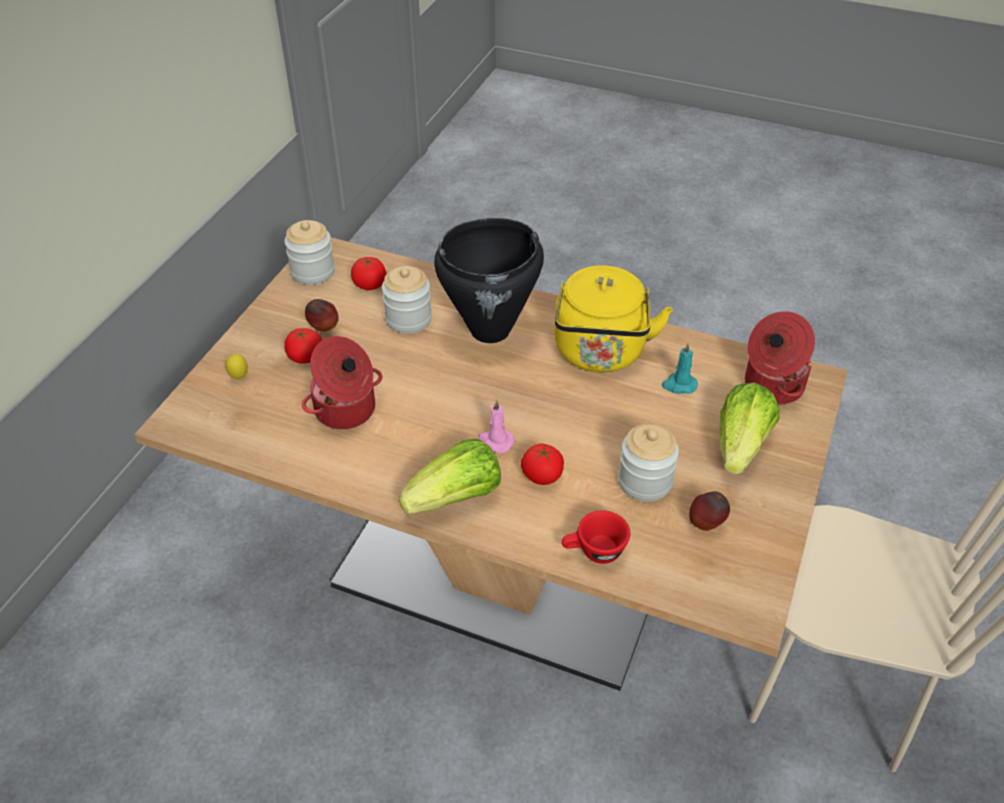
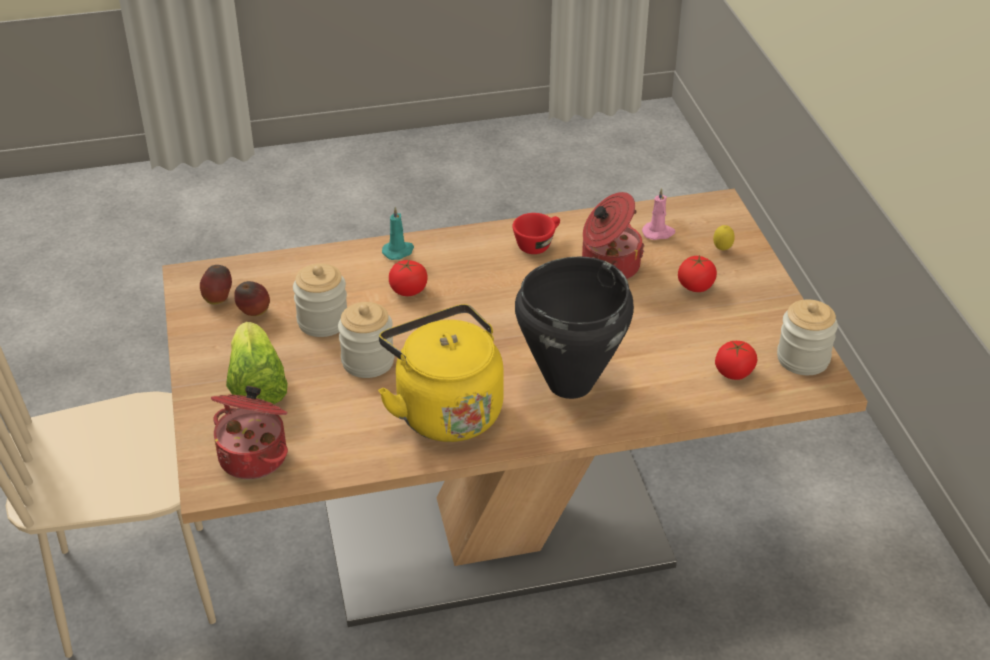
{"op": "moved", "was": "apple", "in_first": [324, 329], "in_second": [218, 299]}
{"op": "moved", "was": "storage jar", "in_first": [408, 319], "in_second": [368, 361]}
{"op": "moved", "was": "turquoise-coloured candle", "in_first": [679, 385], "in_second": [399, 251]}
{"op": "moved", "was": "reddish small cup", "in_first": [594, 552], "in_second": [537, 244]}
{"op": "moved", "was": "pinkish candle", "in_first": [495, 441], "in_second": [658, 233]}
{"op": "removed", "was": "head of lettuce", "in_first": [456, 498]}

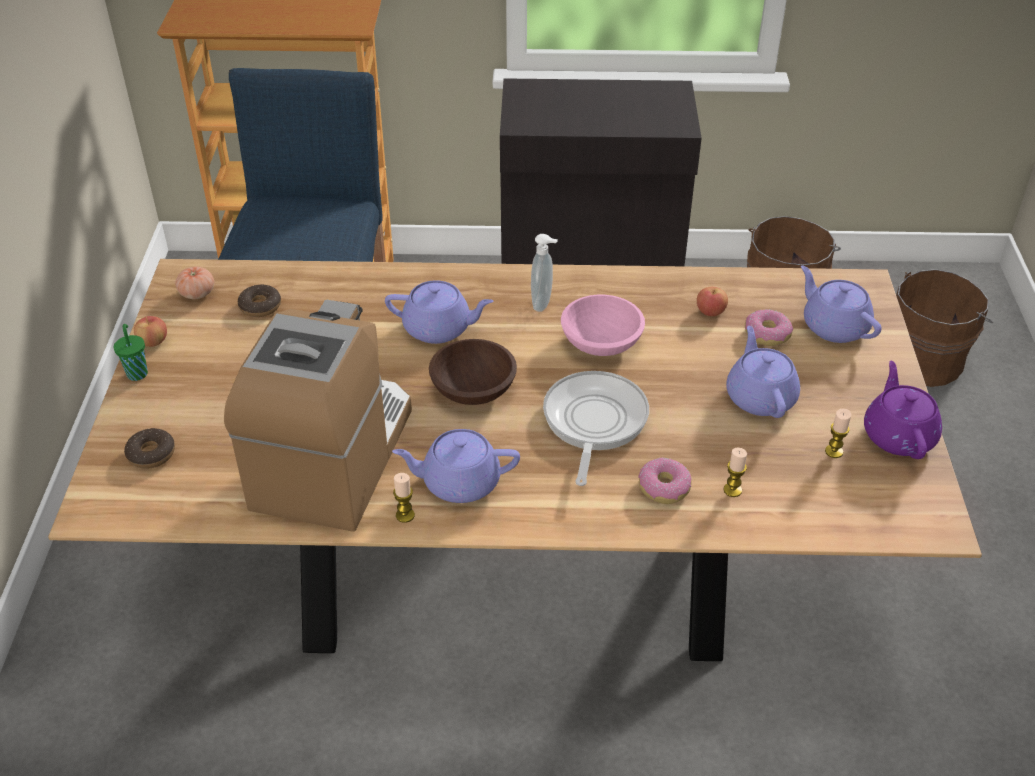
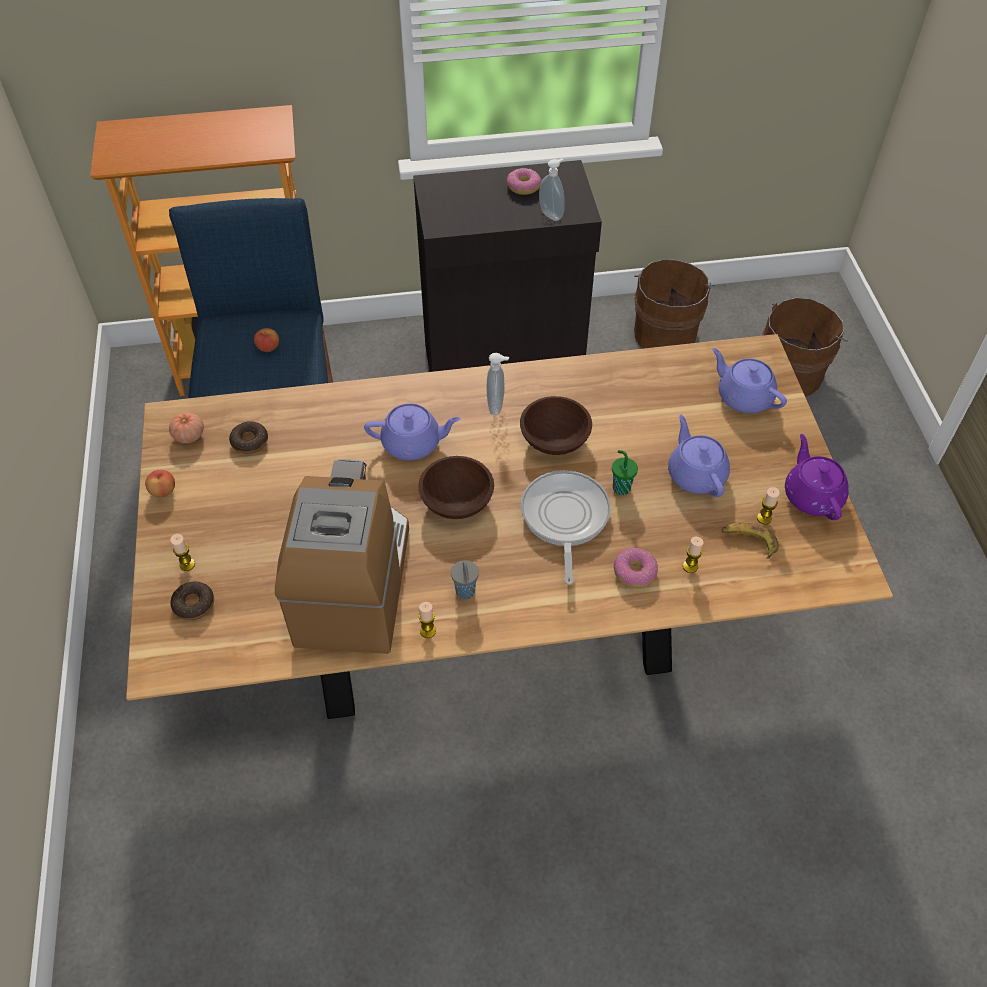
{"op": "added", "now": "candle", "in_second": [187, 564]}
{"op": "moved", "was": "apple", "in_first": [710, 311], "in_second": [268, 347]}
{"op": "replaced", "was": "purplish teapot", "now": "grey small cup", "in_first": [459, 482], "in_second": [465, 593]}
{"op": "moved", "was": "doughnut", "in_first": [766, 334], "in_second": [523, 187]}
{"op": "recoloured", "was": "pinkish deep dish", "now": "brown deep dish", "in_first": [601, 344], "in_second": [554, 440]}
{"op": "added", "now": "liquid soap bottle", "in_second": [552, 214]}
{"op": "moved", "was": "green small cup", "in_first": [137, 373], "in_second": [621, 487]}
{"op": "added", "now": "banana", "in_second": [748, 541]}

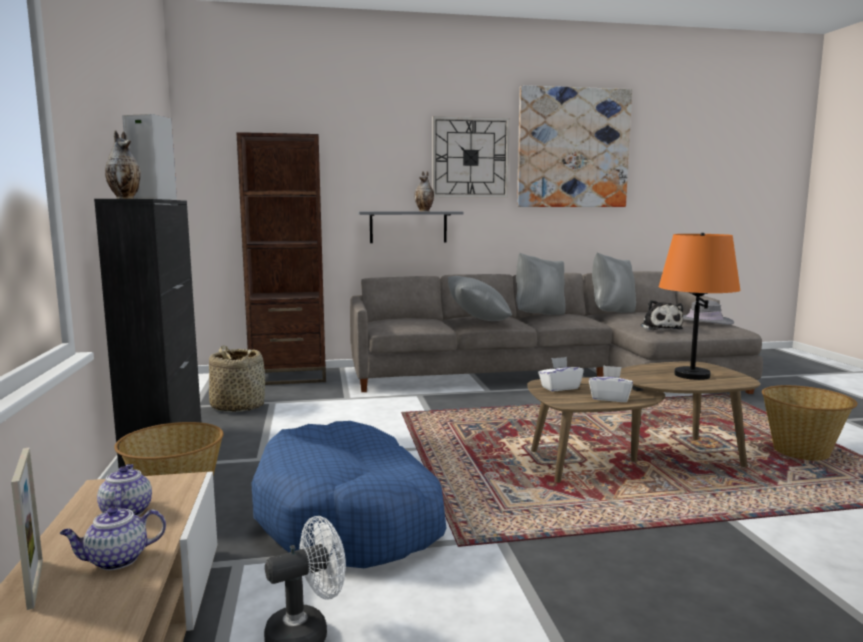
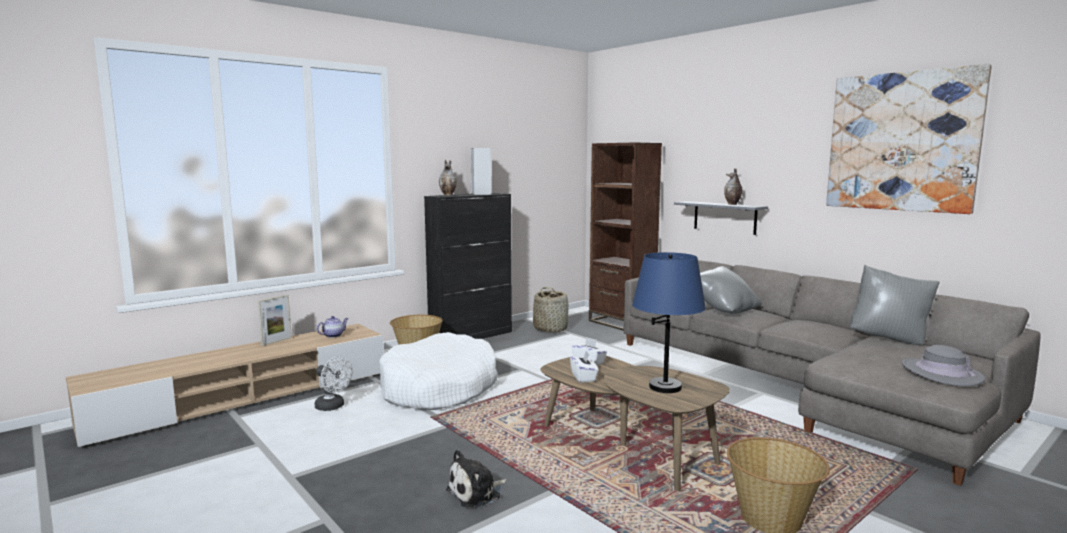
{"op": "recoloured", "was": "blue-coloured dog bed", "now": "white dog bed", "in_first": [350, 518], "in_second": [438, 388]}
{"op": "moved", "was": "soft toy", "in_first": [660, 328], "in_second": [477, 493]}
{"op": "recoloured", "was": "orange-coloured lamp for a table", "now": "blue-coloured lamp for a table", "in_first": [691, 375], "in_second": [665, 387]}
{"op": "removed", "was": "teapot", "in_first": [116, 560]}
{"op": "removed", "was": "hanging clock", "in_first": [470, 157]}
{"op": "removed", "was": "grey cushion", "in_first": [539, 315]}

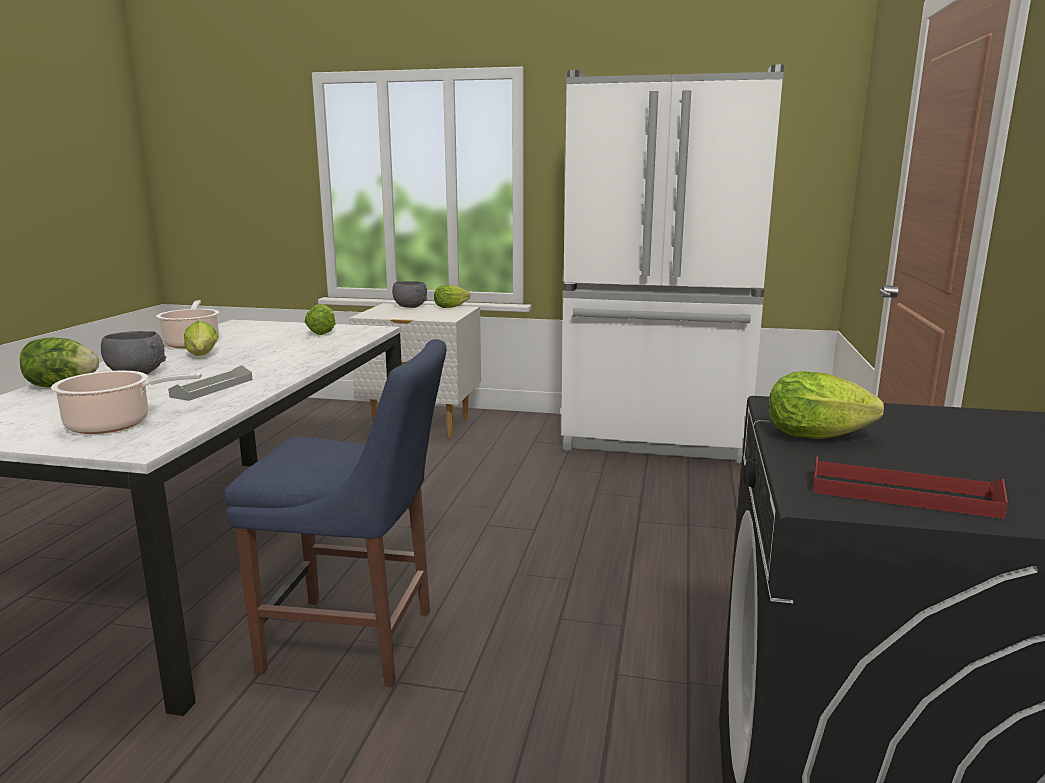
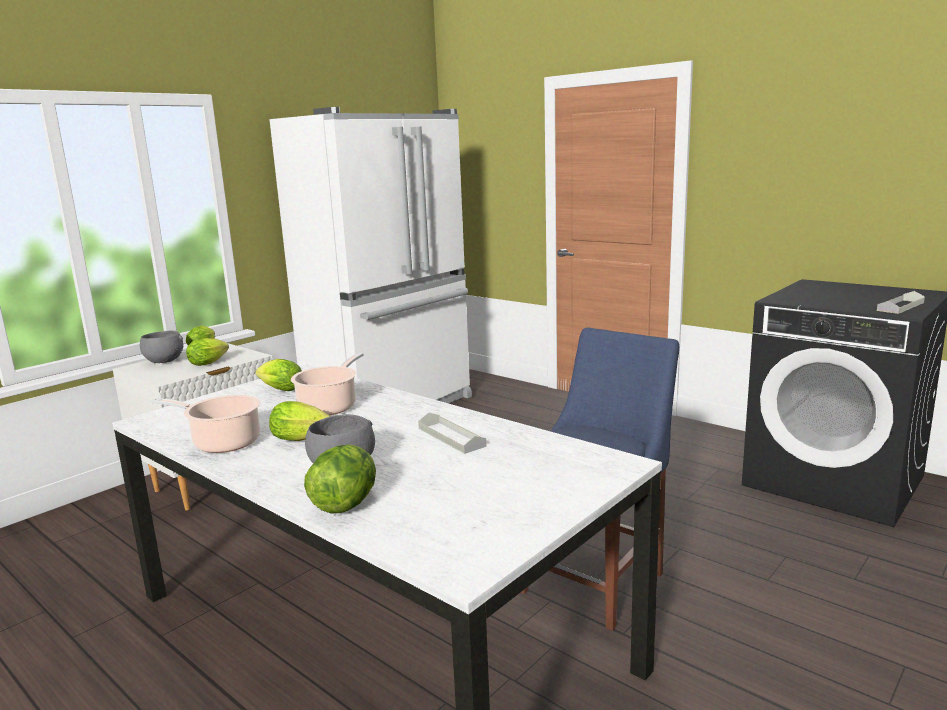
{"op": "moved", "was": "head of lettuce", "in_first": [822, 436], "in_second": [210, 363]}
{"op": "moved", "was": "saucepot", "in_first": [114, 424], "in_second": [329, 406]}
{"op": "recoloured", "was": "reddish tray", "now": "grey tray", "in_first": [902, 495], "in_second": [900, 306]}

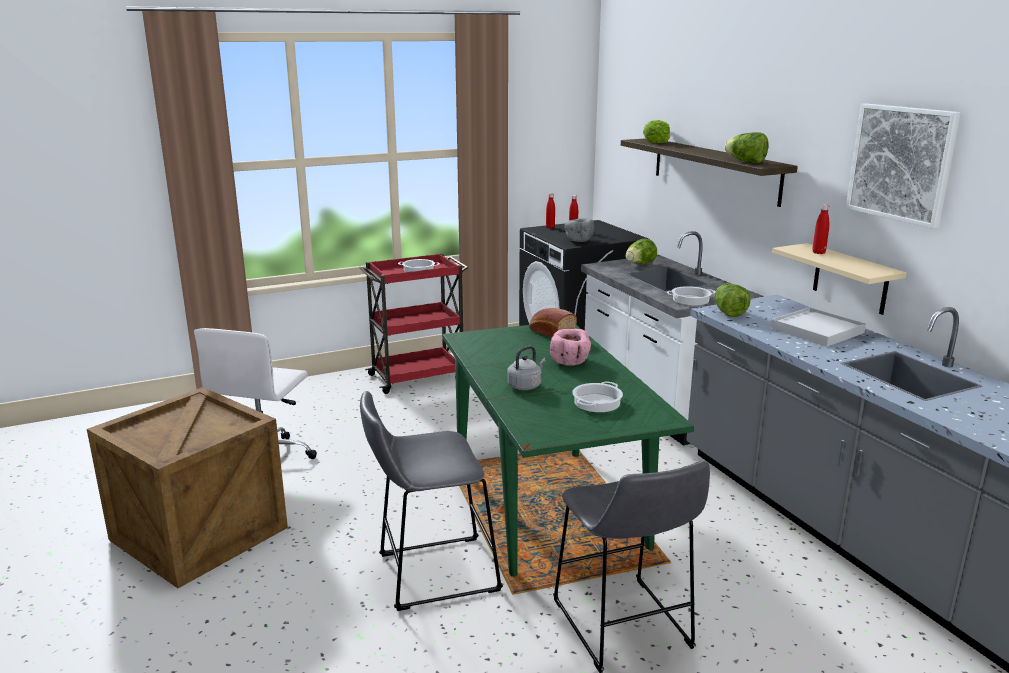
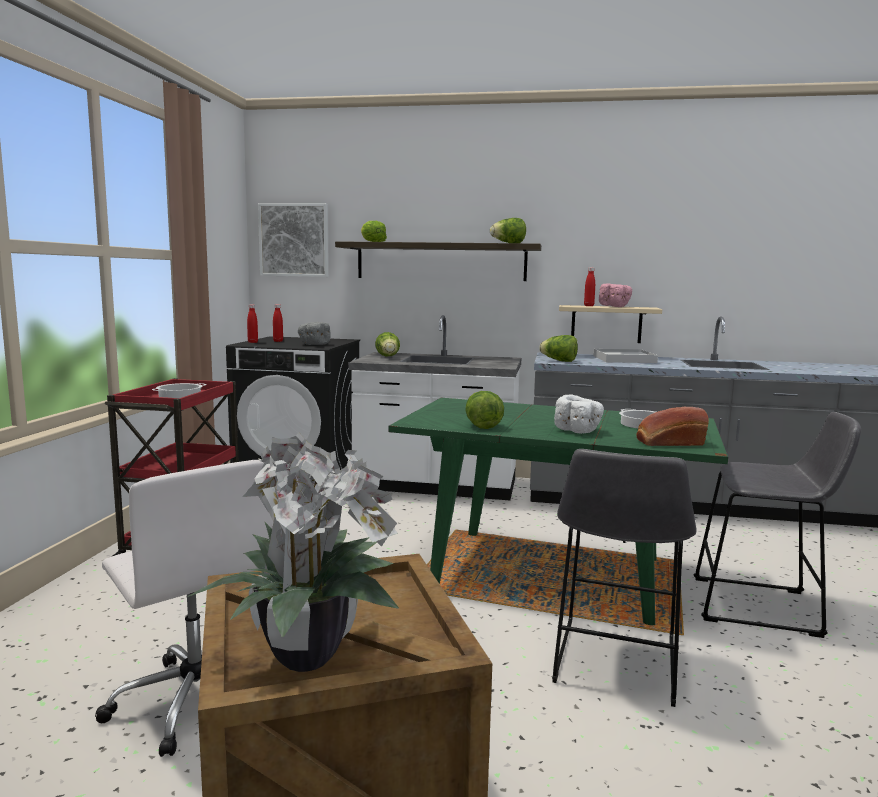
{"op": "added", "now": "potted plant", "in_second": [304, 654]}
{"op": "moved", "was": "wall picture", "in_first": [901, 163], "in_second": [294, 240]}
{"op": "added", "now": "head of lettuce", "in_second": [481, 425]}
{"op": "replaced", "was": "grey water kettle", "now": "white deep dish", "in_first": [525, 386], "in_second": [578, 430]}
{"op": "moved", "was": "pinkish deep dish", "in_first": [570, 361], "in_second": [614, 306]}
{"op": "moved", "was": "bread", "in_first": [550, 332], "in_second": [668, 442]}
{"op": "removed", "was": "saucepot", "in_first": [691, 299]}

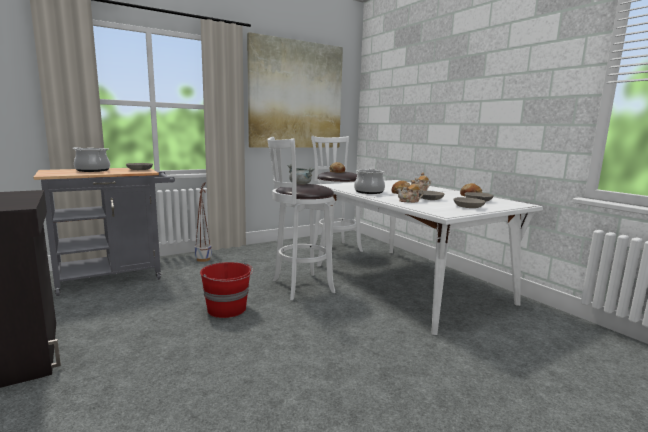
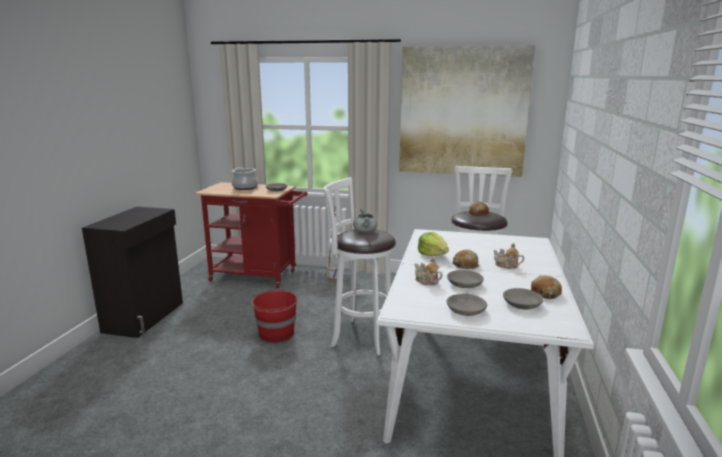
{"op": "recoloured", "was": "grey trolley", "now": "reddish trolley", "in_first": [117, 277], "in_second": [258, 276]}
{"op": "replaced", "was": "saucepot", "now": "head of lettuce", "in_first": [369, 192], "in_second": [433, 254]}

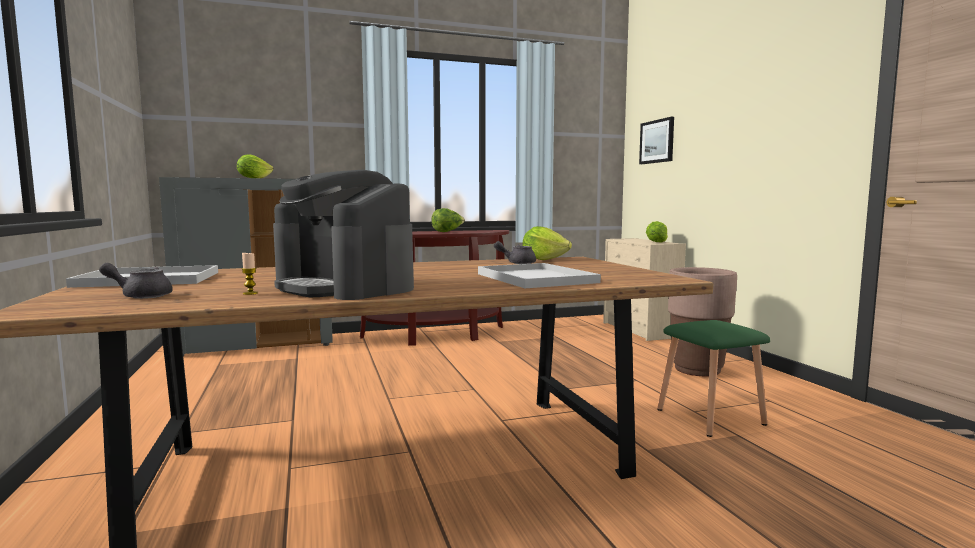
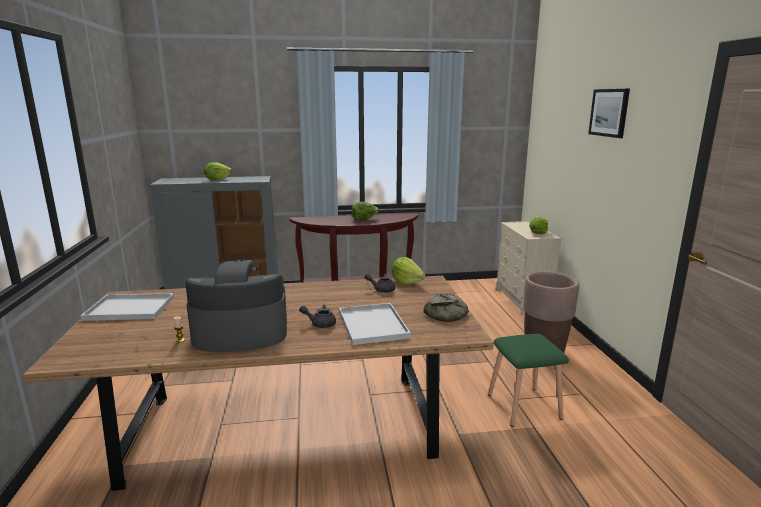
{"op": "turned", "was": "coffee machine", "in_first": [345, 287], "in_second": [240, 333], "clockwise": 120}
{"op": "moved", "was": "grey teapot", "in_first": [141, 296], "in_second": [320, 323]}
{"op": "added", "now": "bread", "in_second": [447, 314]}
{"op": "moved", "was": "wall picture", "in_first": [657, 141], "in_second": [609, 112]}

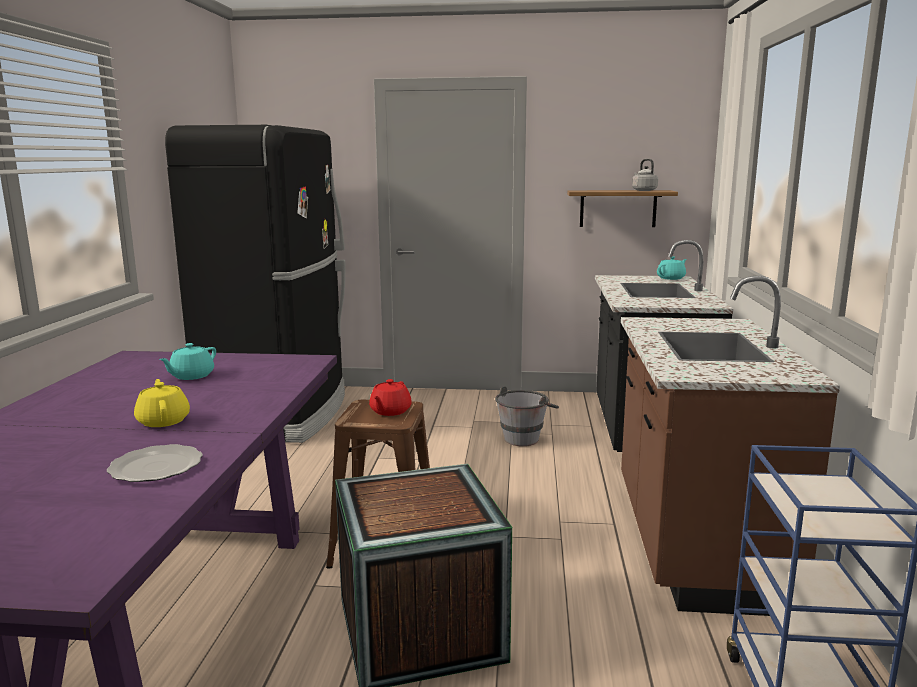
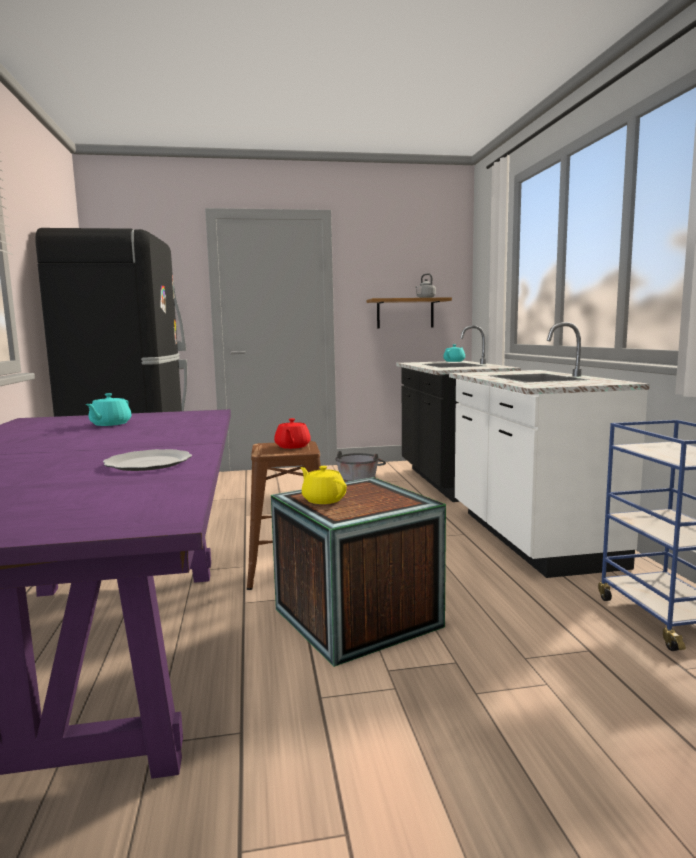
{"op": "moved", "was": "yellowish teapot", "in_first": [163, 421], "in_second": [323, 500]}
{"op": "recoloured", "was": "brown kitchen counter", "now": "white kitchen counter", "in_first": [693, 543], "in_second": [529, 538]}

